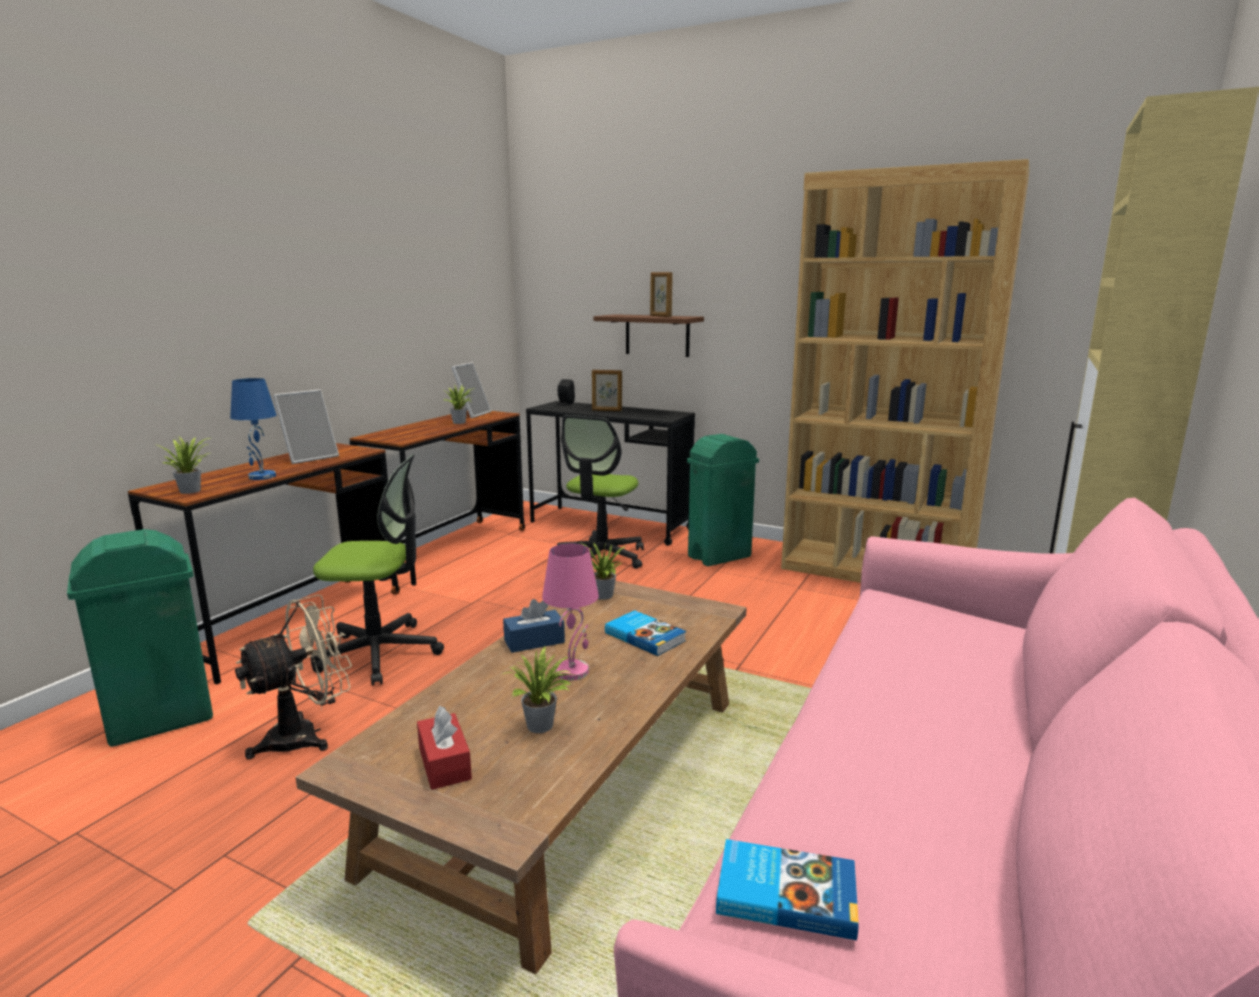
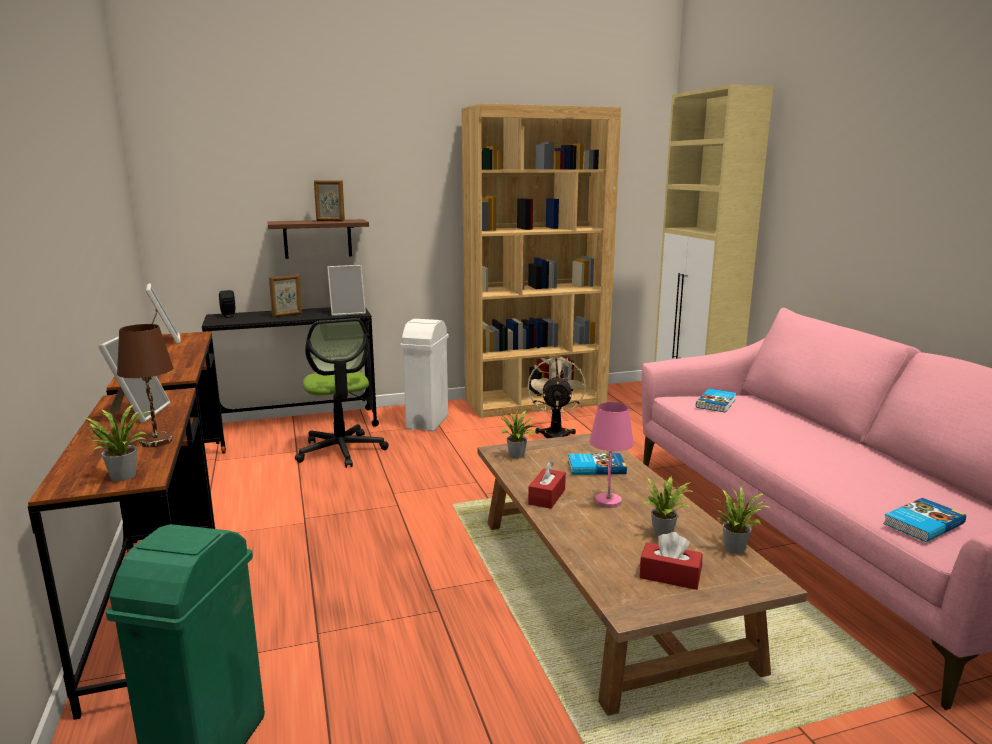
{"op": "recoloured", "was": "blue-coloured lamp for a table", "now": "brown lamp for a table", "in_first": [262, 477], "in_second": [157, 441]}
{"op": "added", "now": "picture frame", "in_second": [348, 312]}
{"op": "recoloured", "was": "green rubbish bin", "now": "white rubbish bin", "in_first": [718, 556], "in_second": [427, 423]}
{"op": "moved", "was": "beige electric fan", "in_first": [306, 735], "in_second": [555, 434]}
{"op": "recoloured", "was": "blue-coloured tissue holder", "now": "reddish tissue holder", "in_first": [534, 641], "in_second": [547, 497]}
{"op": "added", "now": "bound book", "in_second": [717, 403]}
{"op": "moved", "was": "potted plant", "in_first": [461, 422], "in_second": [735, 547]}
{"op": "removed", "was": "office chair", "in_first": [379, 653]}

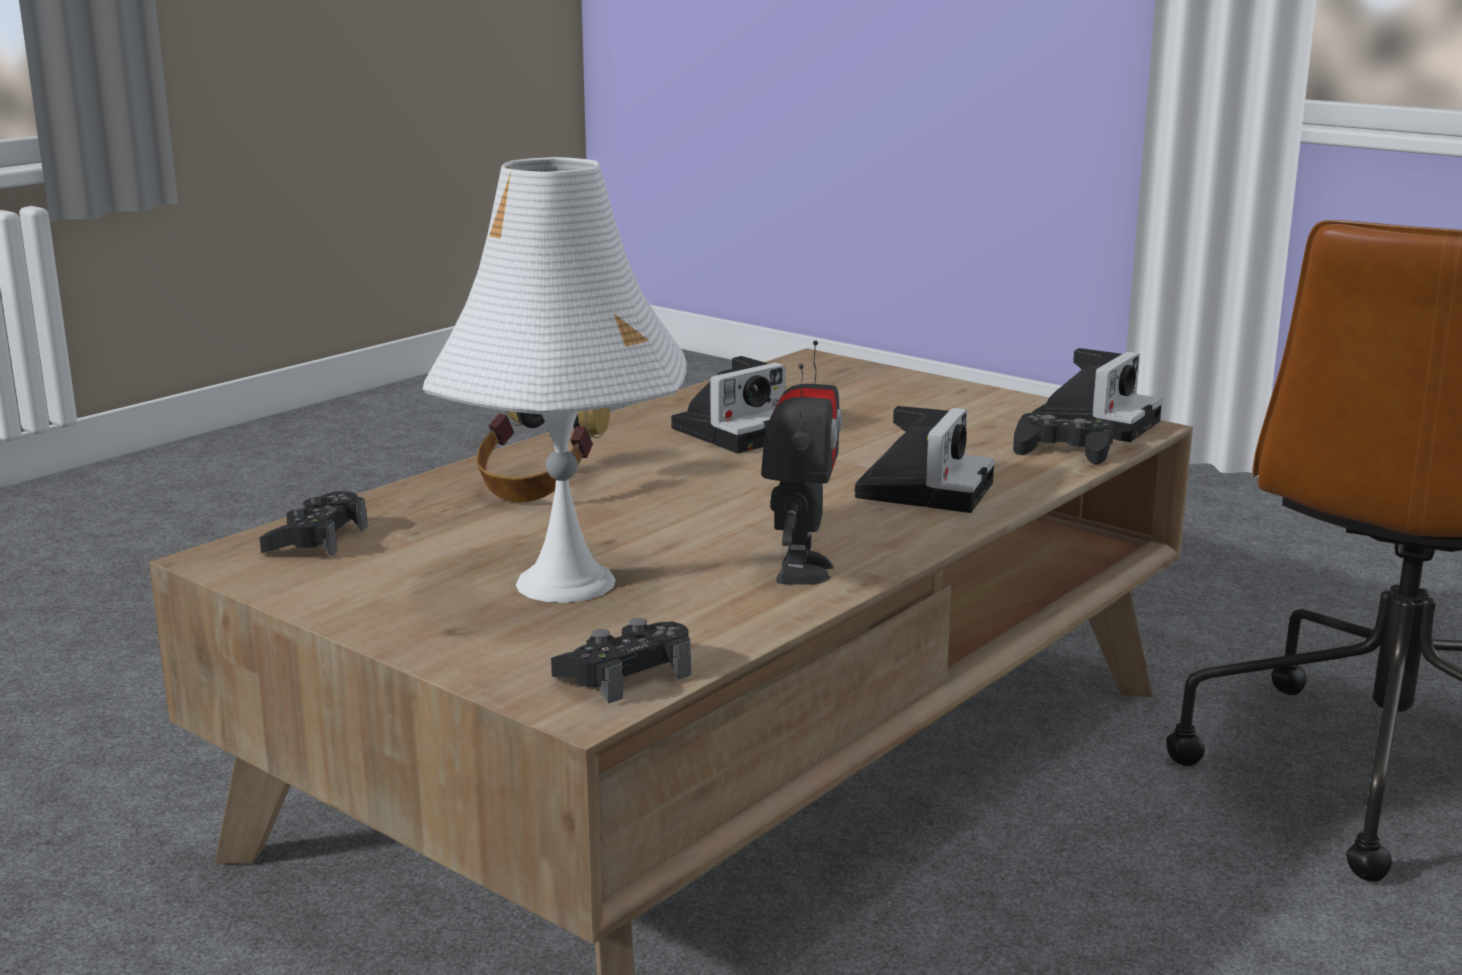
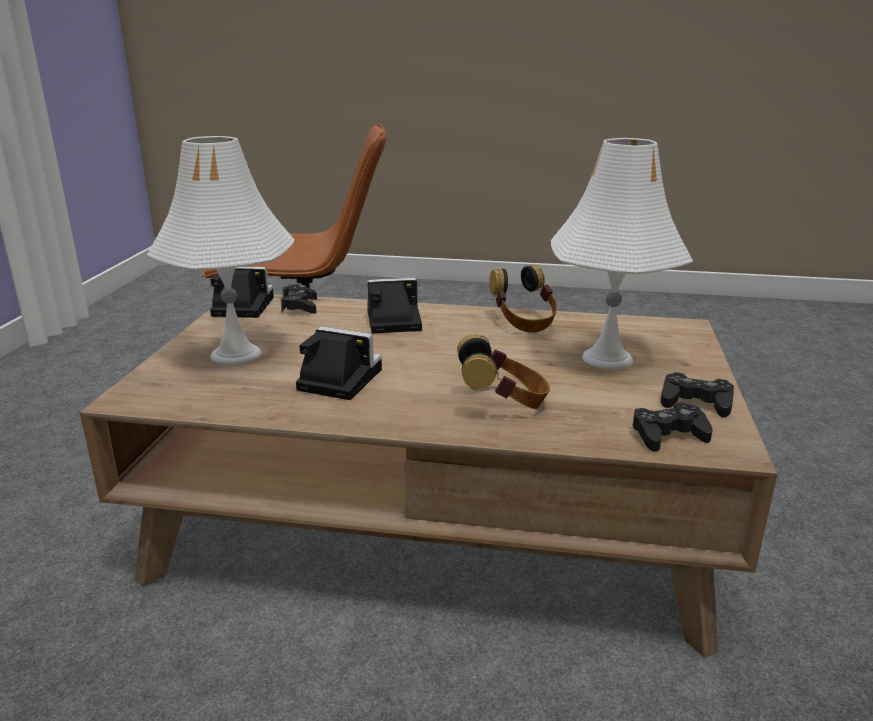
{"op": "added", "now": "white lamp for a table", "in_second": [235, 354]}
{"op": "replaced", "was": "robot figure", "now": "pair of headphones", "in_first": [800, 571], "in_second": [523, 322]}
{"op": "moved", "was": "black joypad", "in_first": [625, 675], "in_second": [695, 402]}

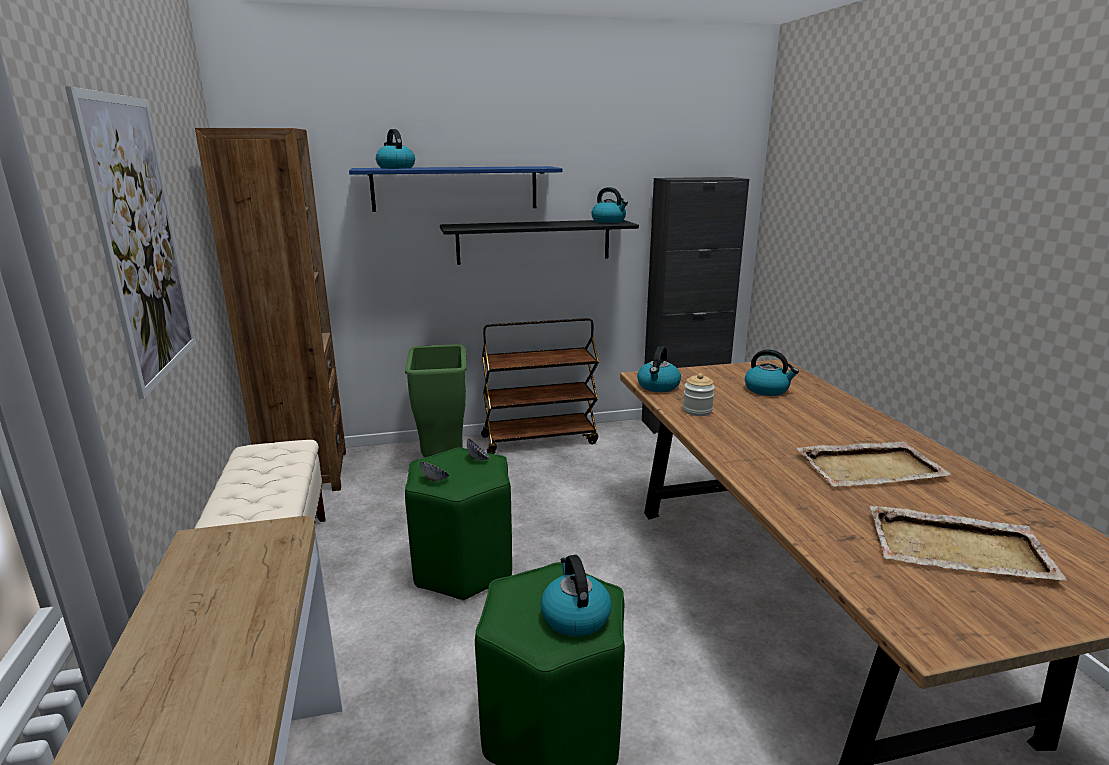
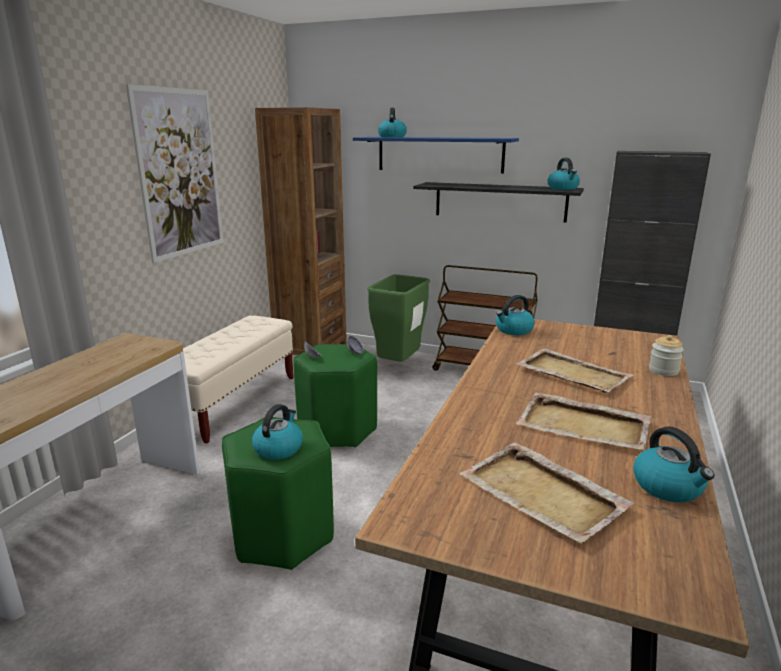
{"op": "added", "now": "beige tray", "in_second": [571, 373]}
{"op": "moved", "was": "water kettle", "in_first": [767, 390], "in_second": [668, 487]}
{"op": "moved", "was": "storage jar", "in_first": [697, 411], "in_second": [663, 370]}

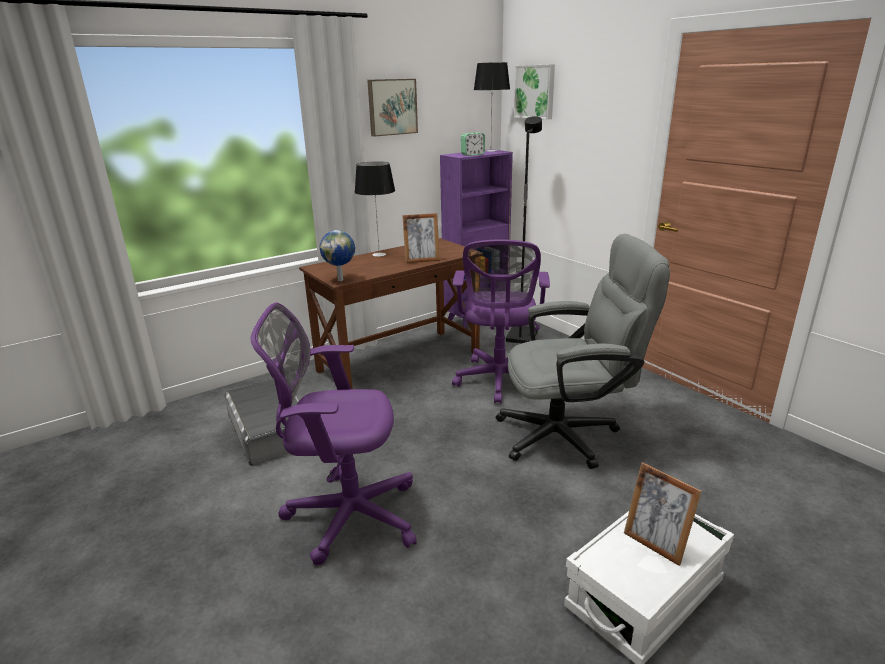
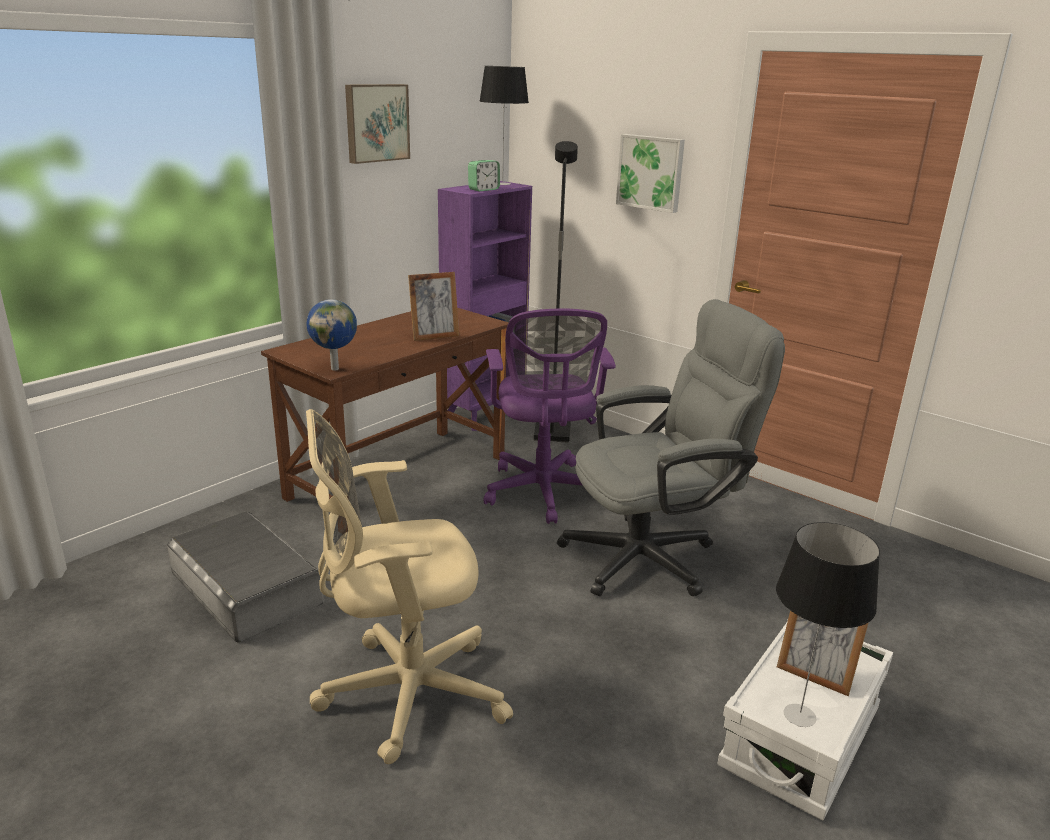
{"op": "recoloured", "was": "purplish office chair", "now": "beige office chair", "in_first": [346, 515], "in_second": [403, 693]}
{"op": "moved", "was": "wall picture", "in_first": [535, 92], "in_second": [651, 172]}
{"op": "moved", "was": "lamp for a table", "in_first": [379, 254], "in_second": [800, 714]}

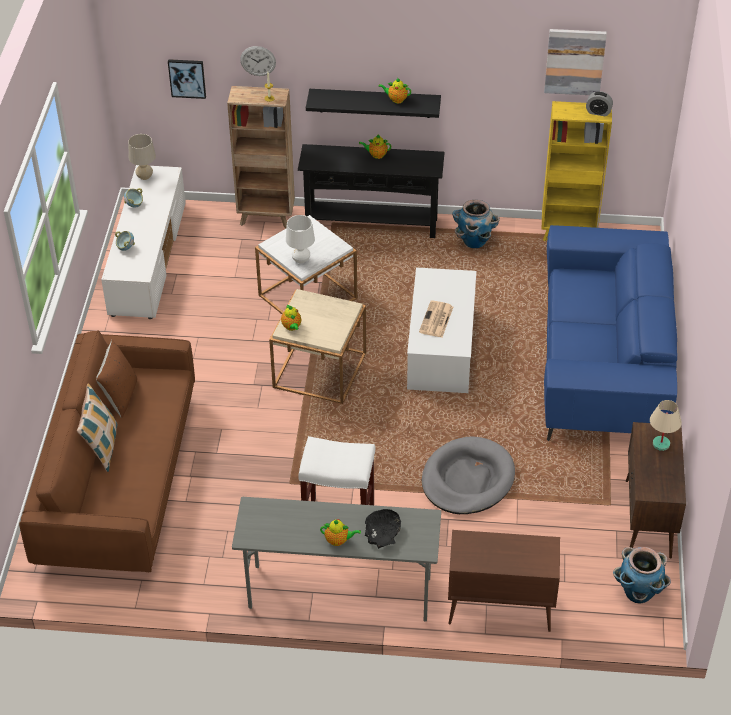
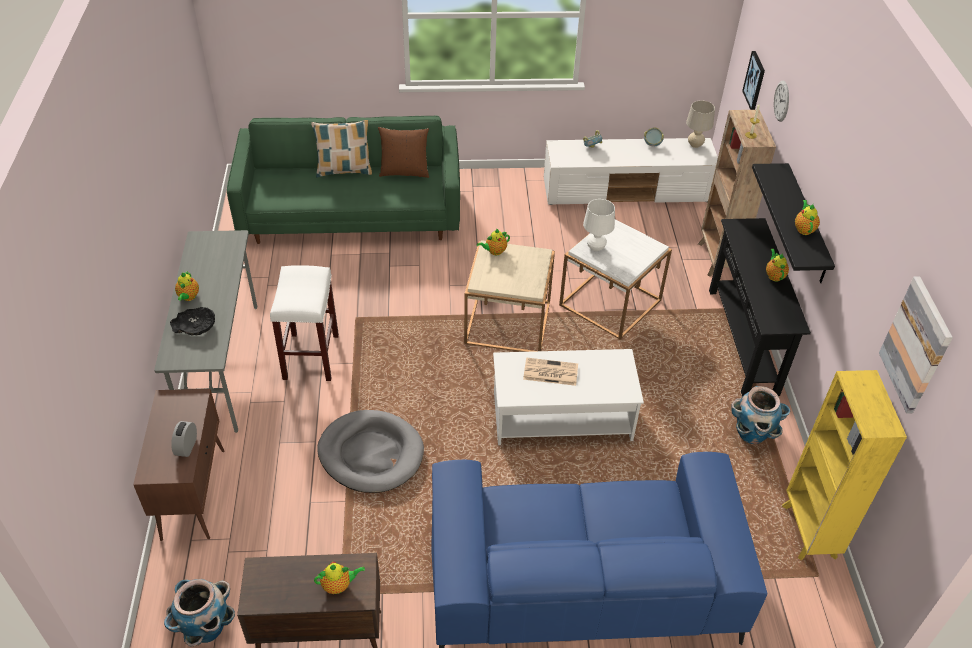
{"op": "moved", "was": "bedside clock", "in_first": [598, 112], "in_second": [187, 447]}
{"op": "recoloured", "was": "brown sofa", "now": "green sofa", "in_first": [119, 481], "in_second": [351, 214]}
{"op": "replaced", "was": "beige lamp for a table", "now": "teapot", "in_first": [661, 444], "in_second": [338, 585]}

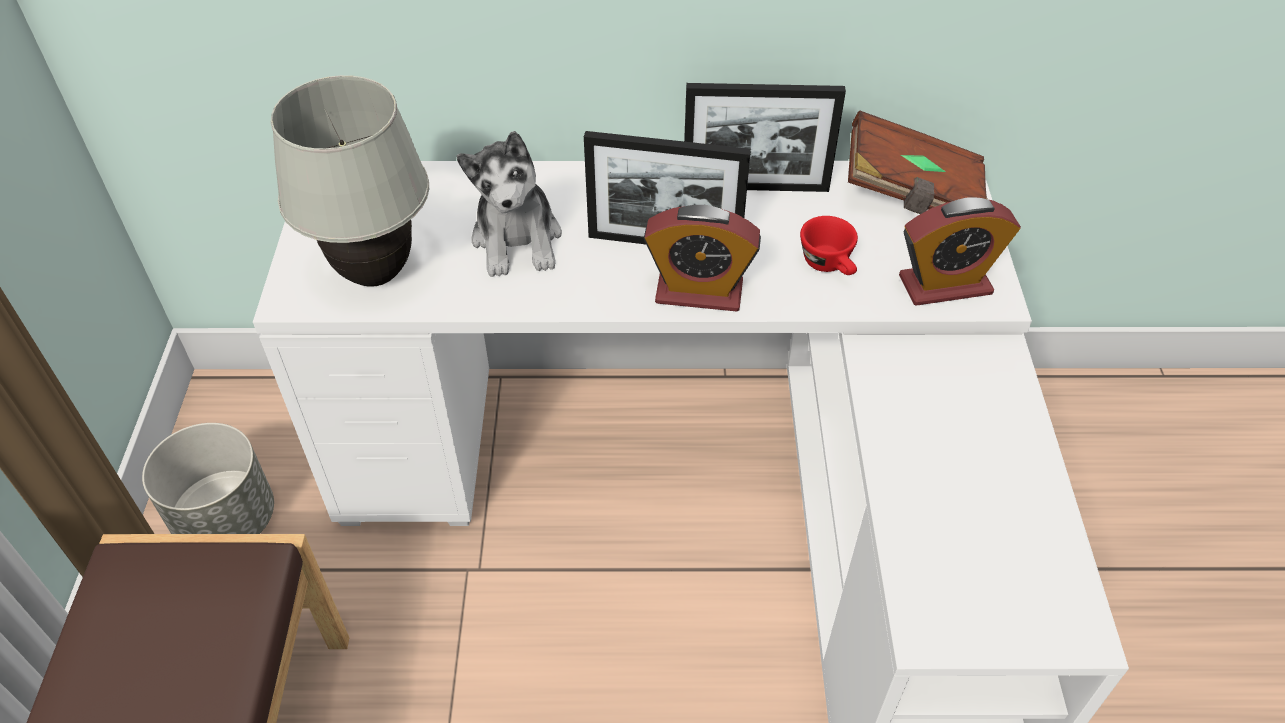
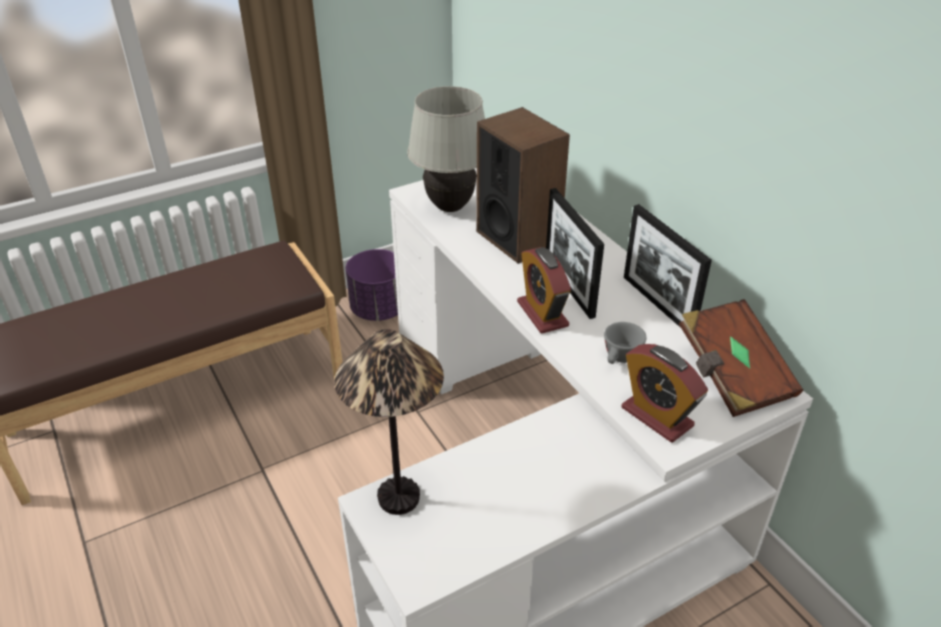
{"op": "added", "now": "lamp for a table", "in_second": [399, 498]}
{"op": "recoloured", "was": "grey planter", "now": "purplish planter", "in_first": [227, 521], "in_second": [378, 310]}
{"op": "replaced", "was": "soft toy", "now": "speaker", "in_first": [517, 240], "in_second": [518, 238]}
{"op": "recoloured", "was": "reddish small cup", "now": "grey small cup", "in_first": [830, 265], "in_second": [620, 358]}

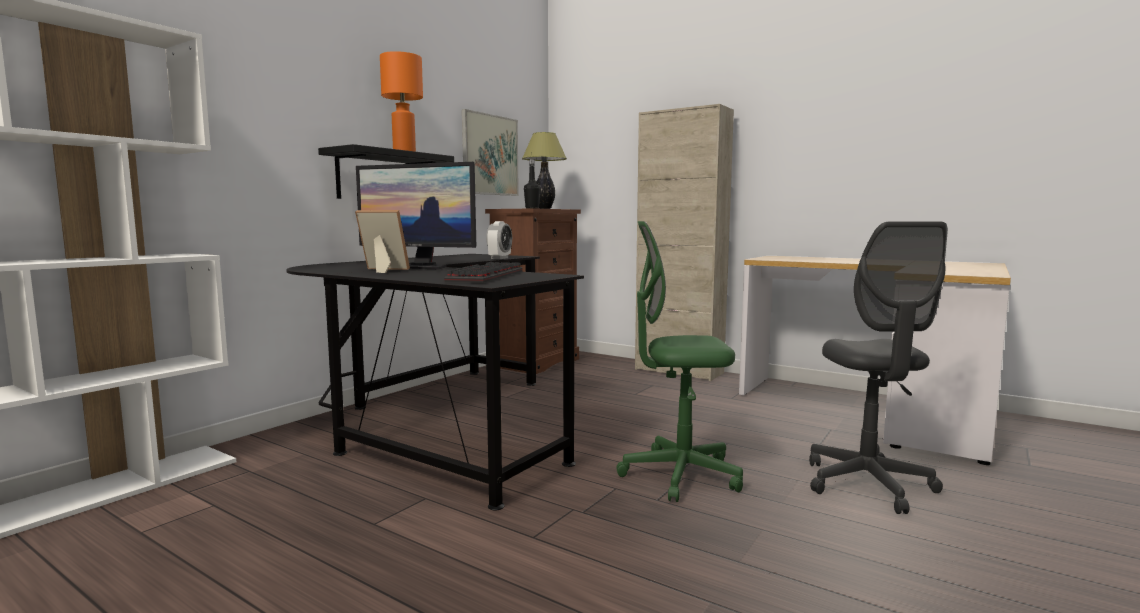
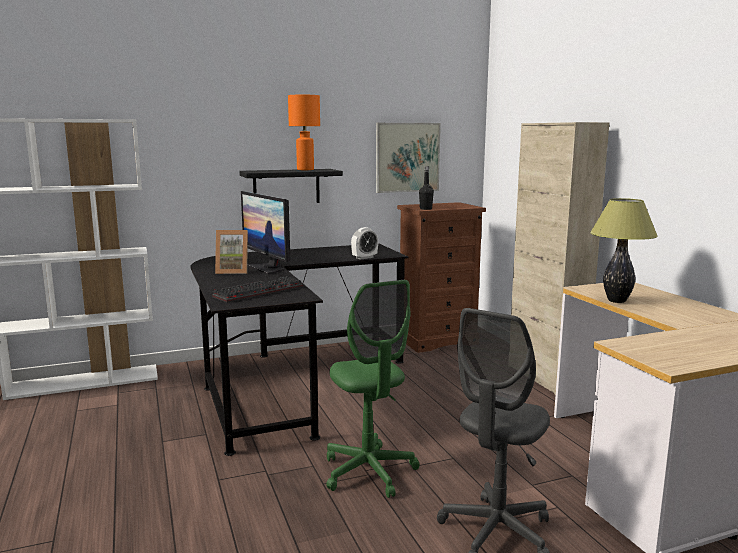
{"op": "turned", "was": "picture frame", "in_first": [381, 270], "in_second": [233, 271], "clockwise": 135}
{"op": "turned", "was": "green office chair", "in_first": [680, 475], "in_second": [369, 472], "clockwise": -150}
{"op": "moved", "was": "lamp for a table", "in_first": [545, 209], "in_second": [617, 301]}

